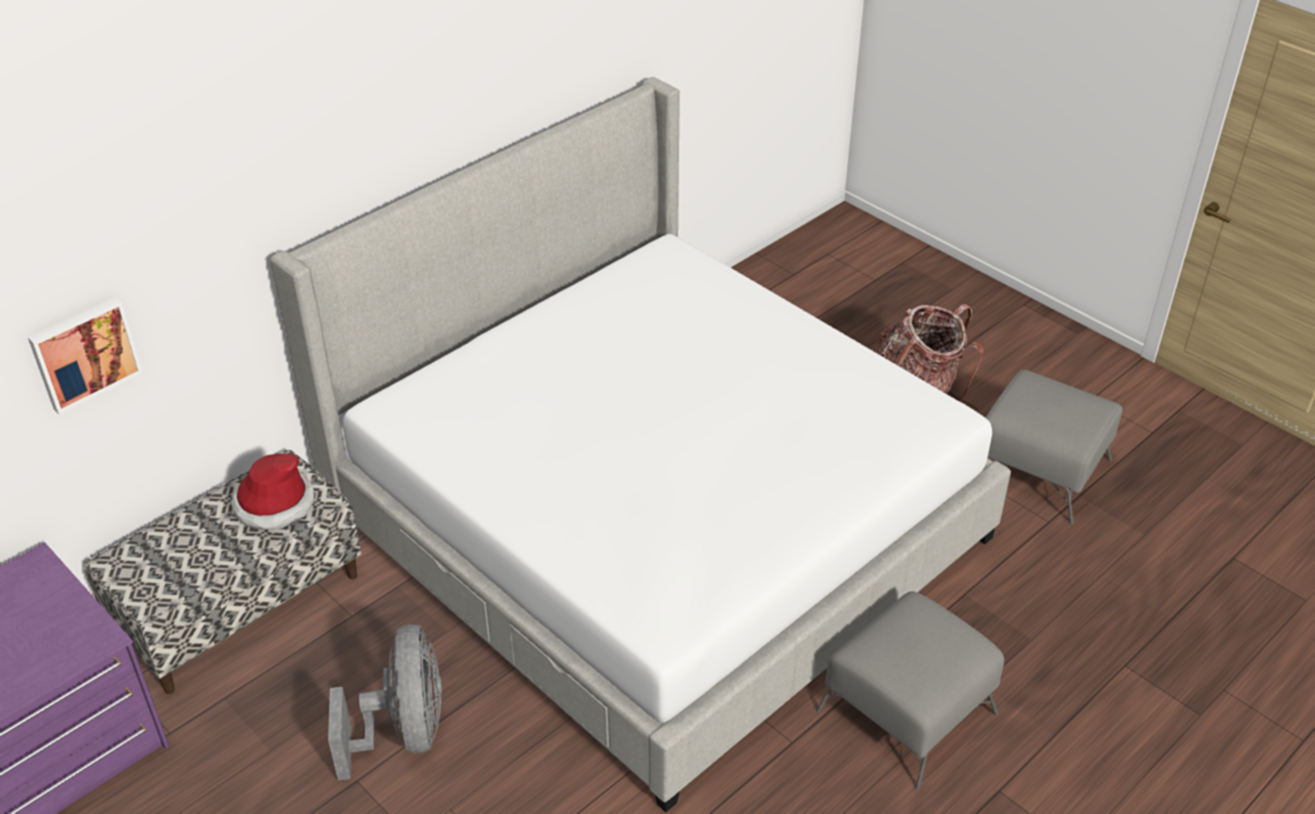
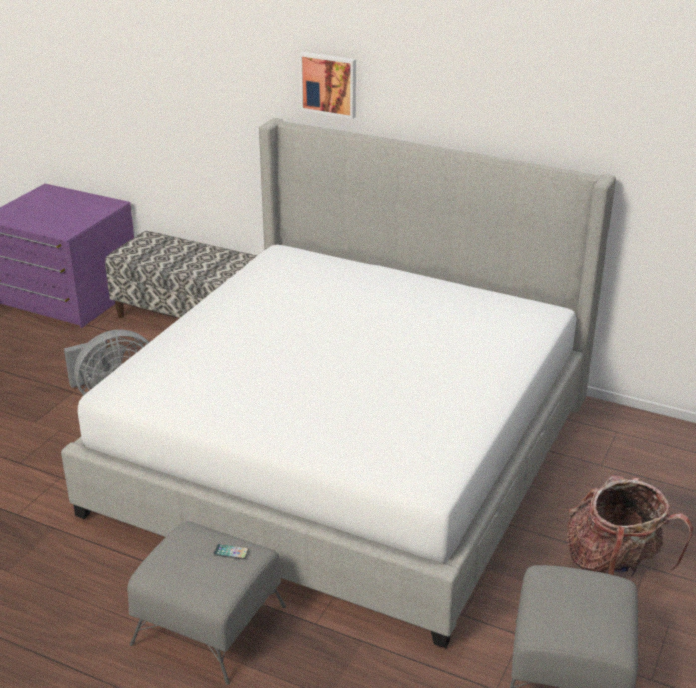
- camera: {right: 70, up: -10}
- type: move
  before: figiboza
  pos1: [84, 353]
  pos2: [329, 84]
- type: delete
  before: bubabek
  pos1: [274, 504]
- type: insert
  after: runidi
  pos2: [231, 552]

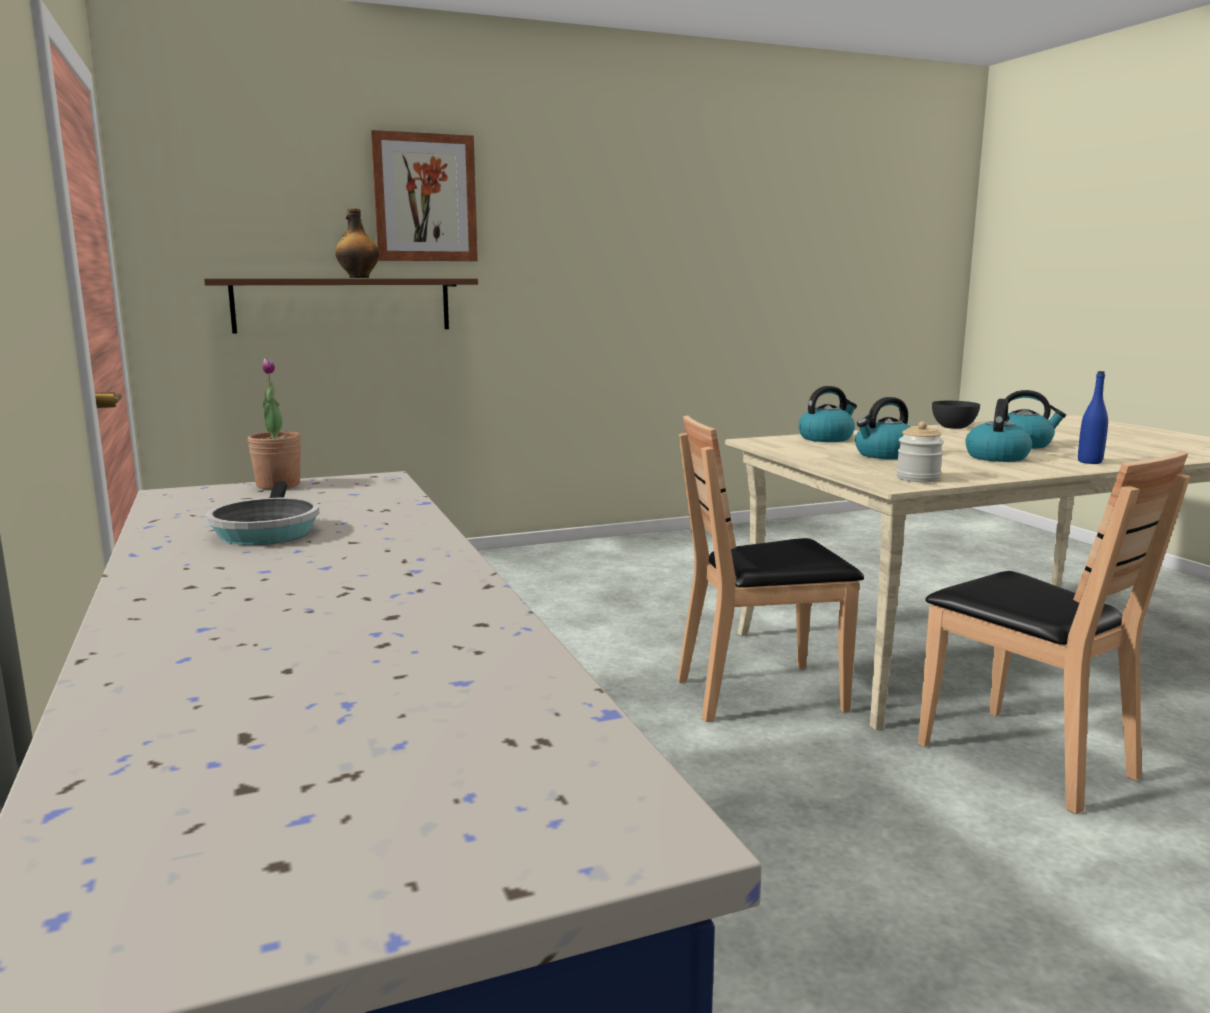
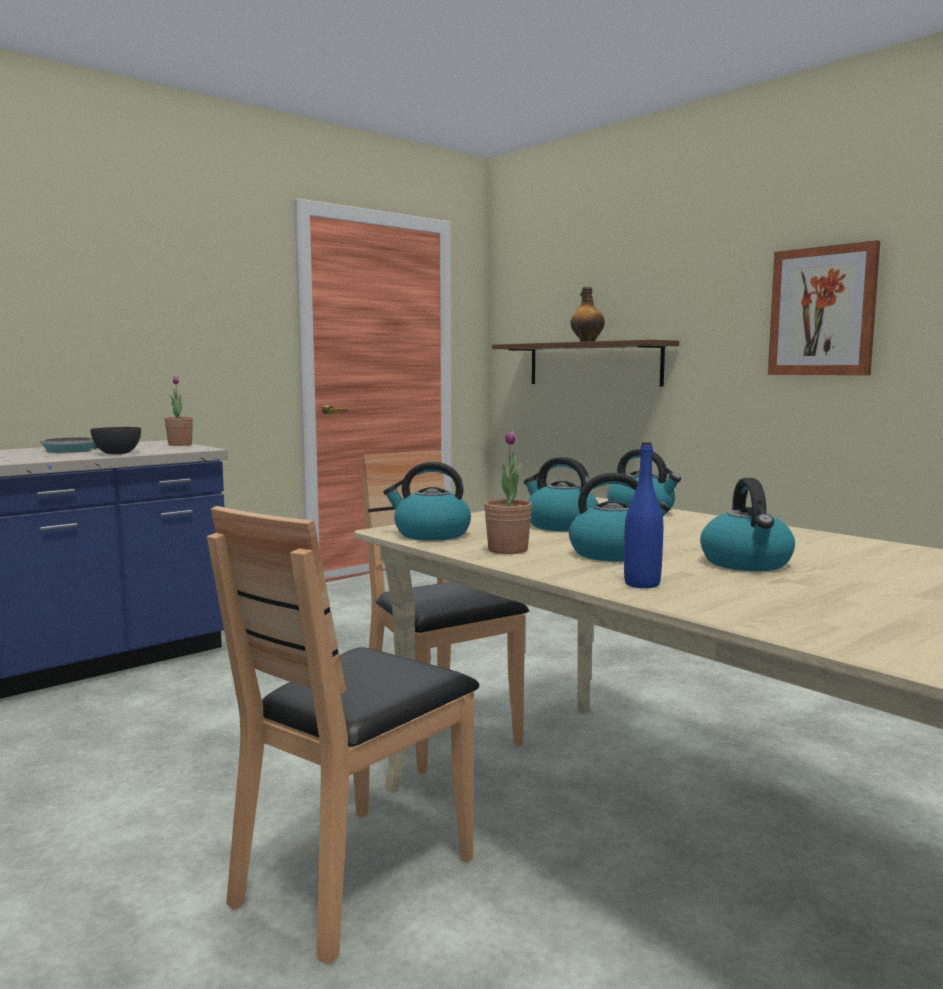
- camera: {right: 70, up: -5}
- type: move
  before: figiboza
  pos1: [425, 198]
  pos2: [822, 311]
- type: replace
  before: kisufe
  after: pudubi
  pos1: [918, 478]
  pos2: [430, 534]
- type: move
  before: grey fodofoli
  pos1: [953, 427]
  pos2: [118, 453]
- type: insert
  after: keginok
  pos2: [507, 550]

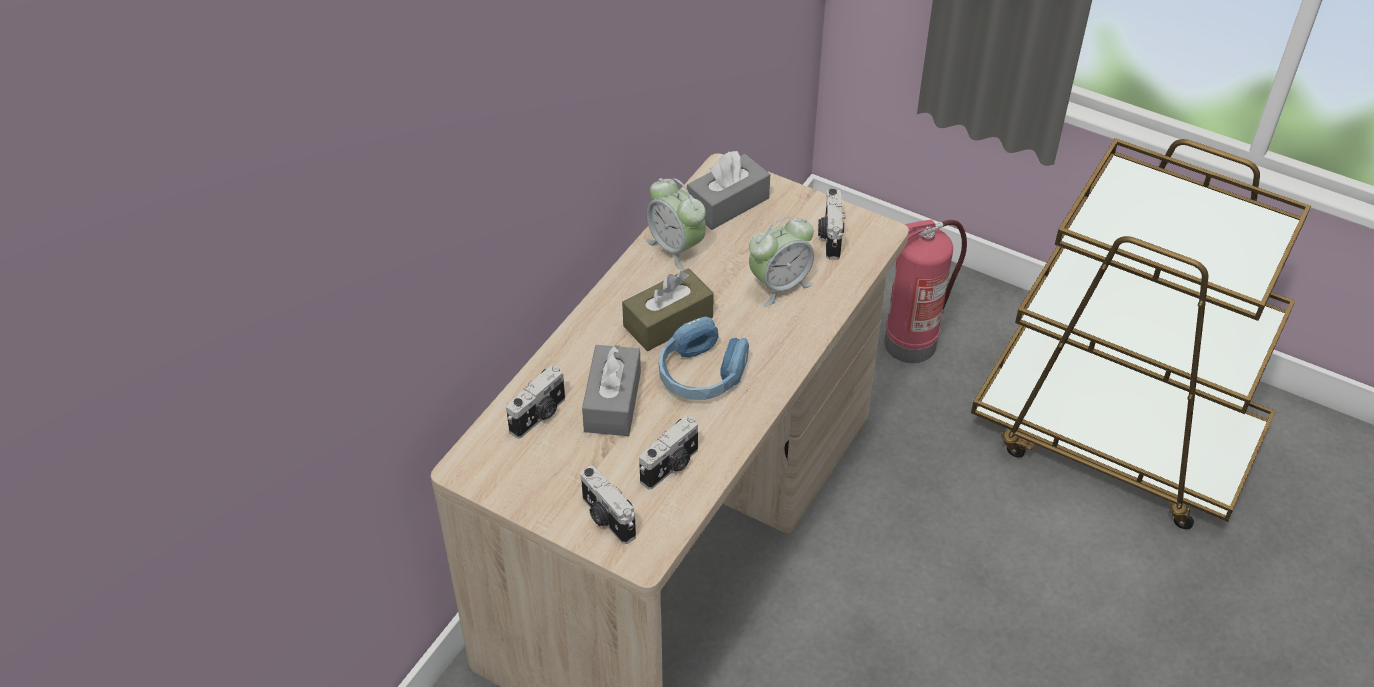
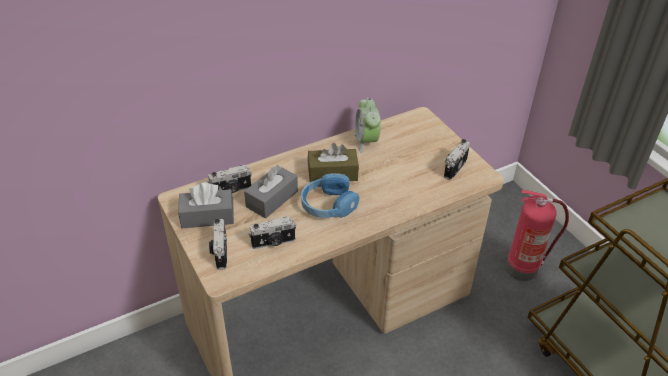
- camera: {right: 30, up: -5}
- type: move
  before: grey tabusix
  pos1: [728, 203]
  pos2: [207, 216]
- type: delete
  before: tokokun
  pos1: [779, 285]

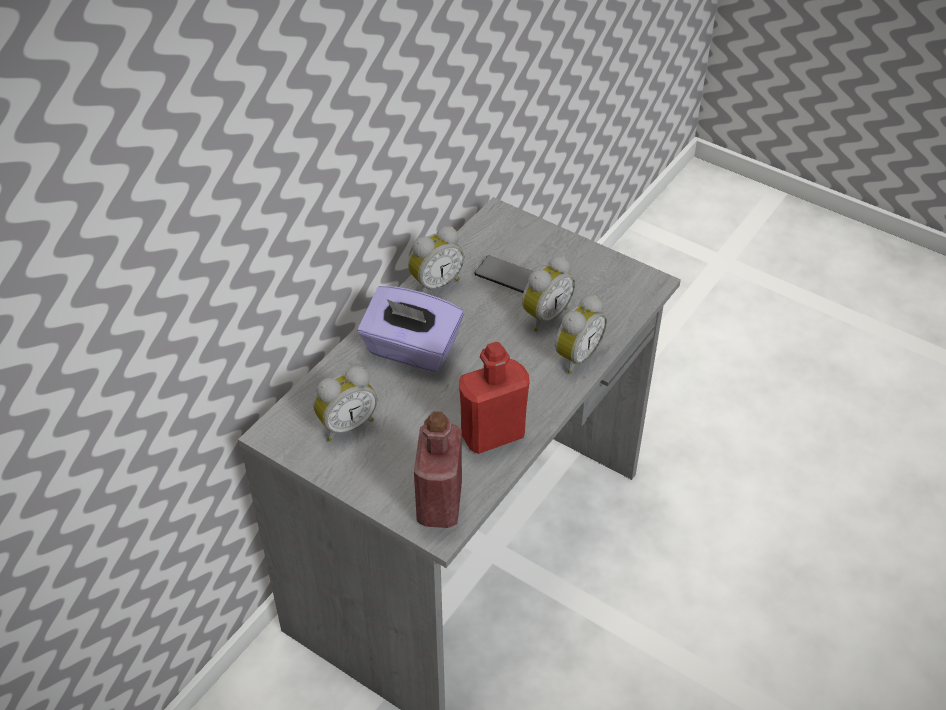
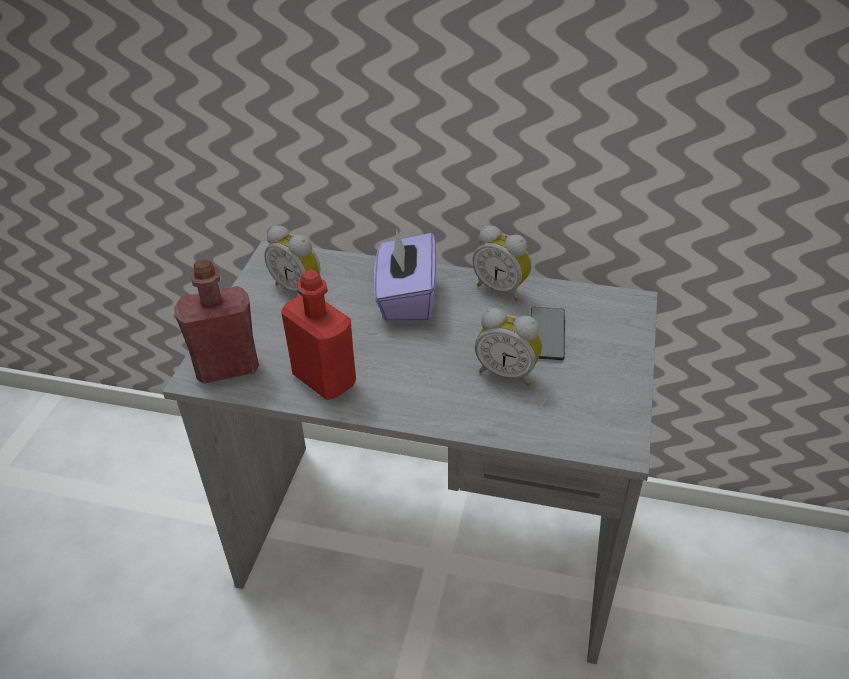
- camera: {right: 70, up: -5}
- type: delete
  before: tokokun
  pos1: [575, 356]

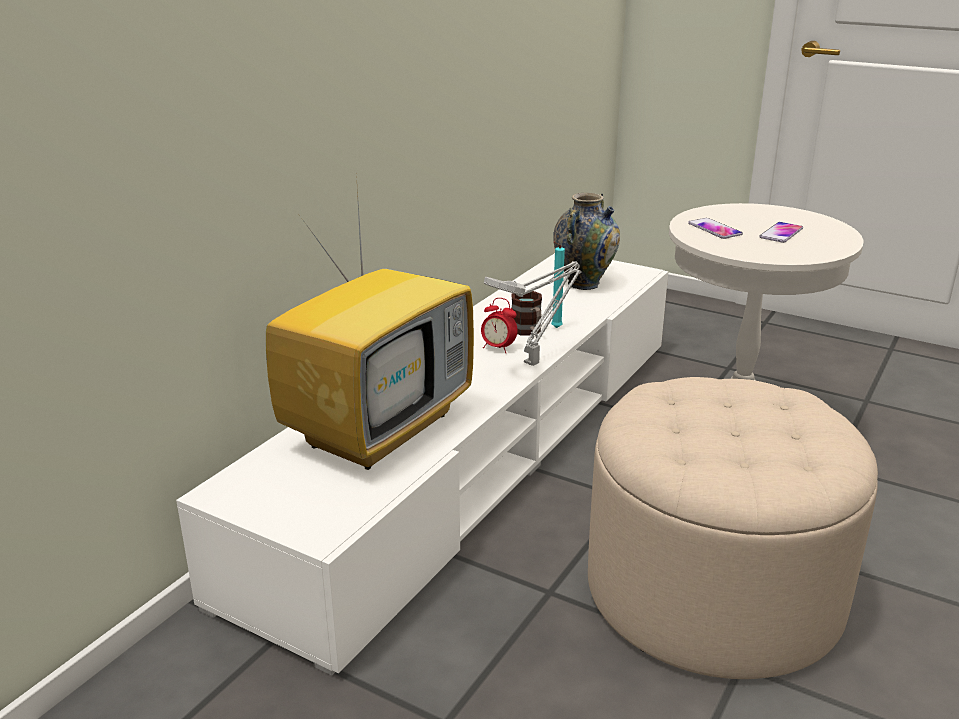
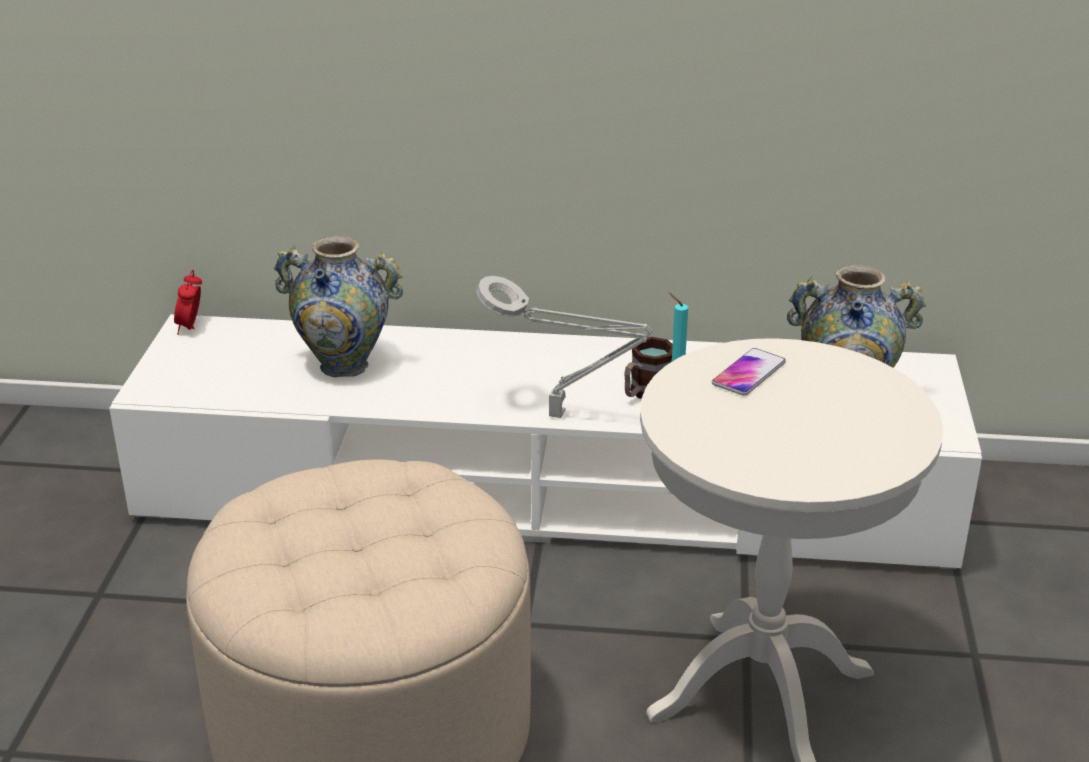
- camera: {right: 65, up: 5}
- type: replace
  before: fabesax
  after: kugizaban
  pos1: [379, 428]
  pos2: [344, 365]
- type: move
  before: tokokun
  pos1: [498, 348]
  pos2: [191, 328]
- type: delete
  before: runidi
  pos1: [781, 233]

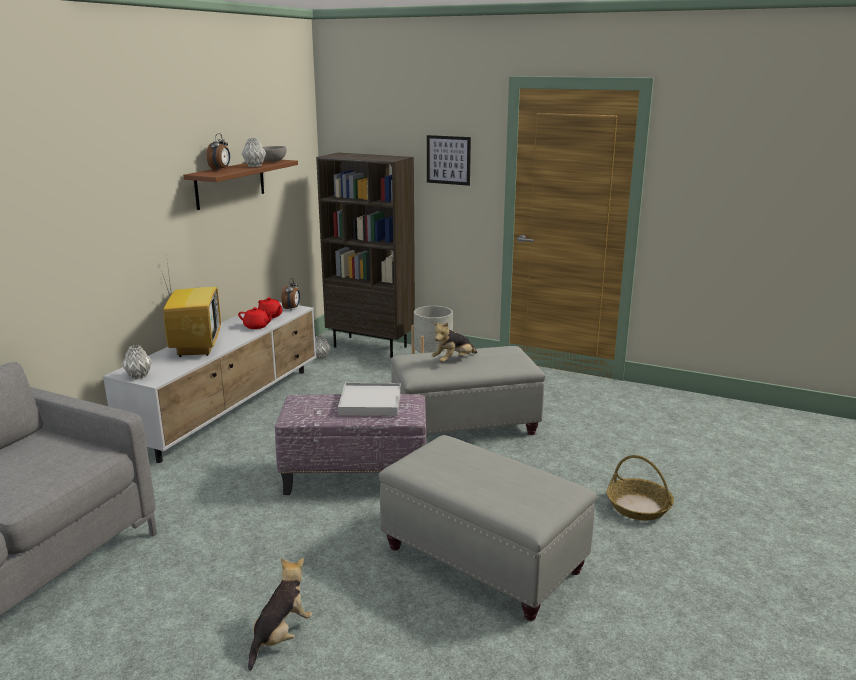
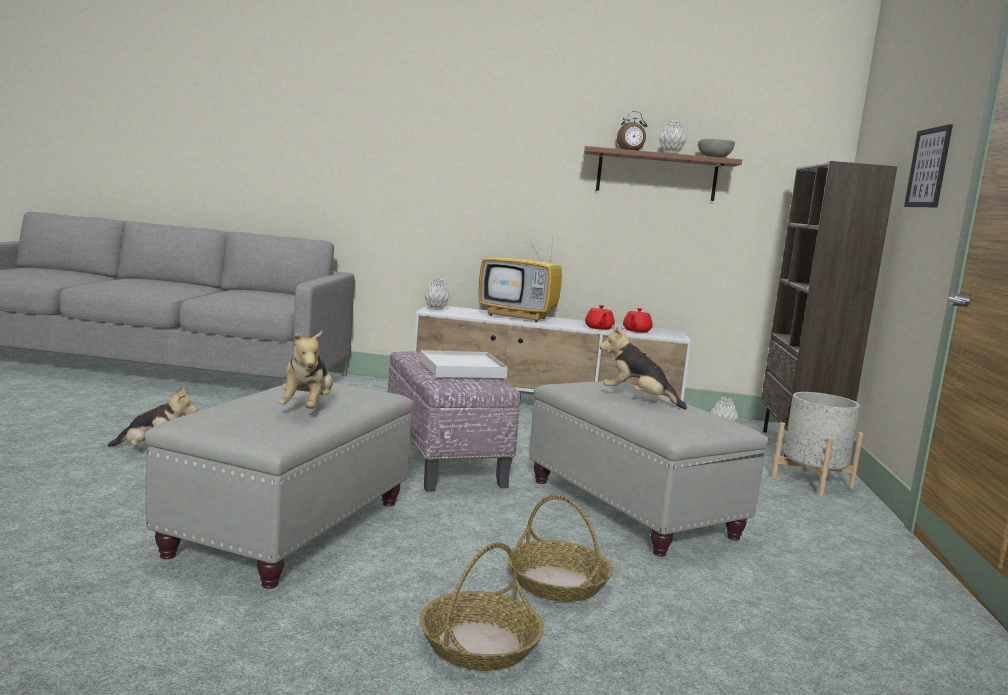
- camera: {right: 70, up: -10}
- type: rotate
  before: fabesax
  pos1: [195, 347]
  pos2: [519, 317]
  turn: 45
- type: delete
  before: tokokun
  pos1: [292, 308]
- type: insert
  after: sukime
  pos2: [307, 408]
- type: insert
  after: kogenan
  pos2: [558, 583]

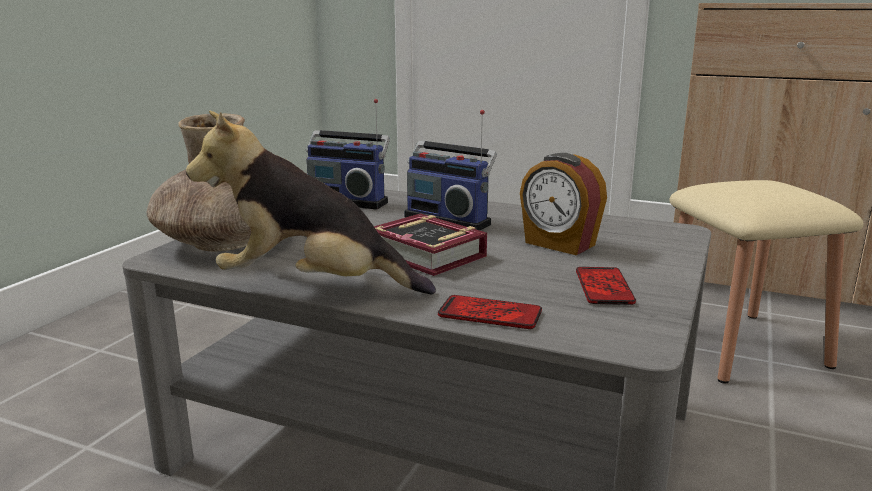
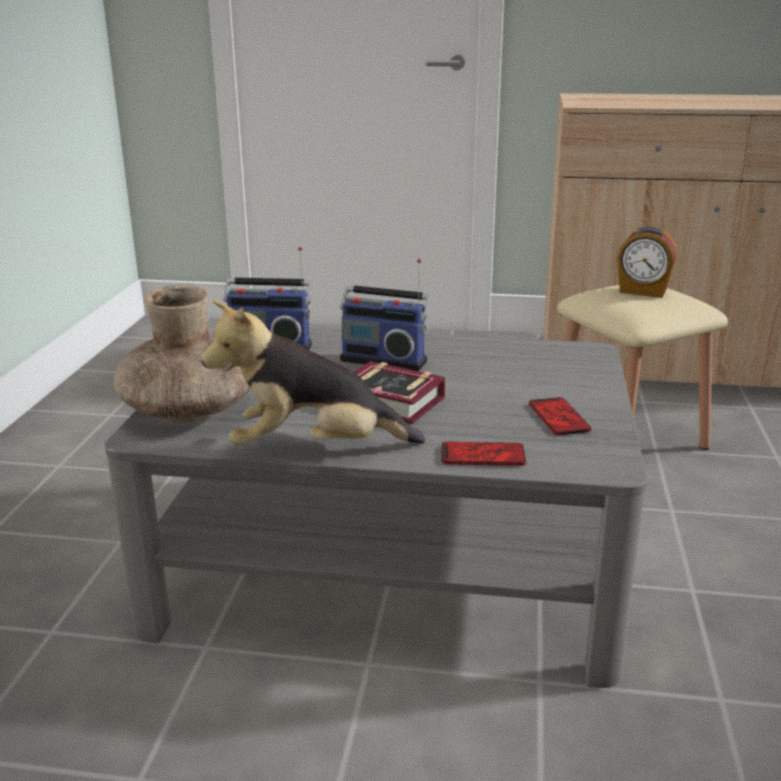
- camera: {right: -15, up: 5}
- type: move
  before: tokokun
  pos1: [559, 244]
  pos2: [643, 291]

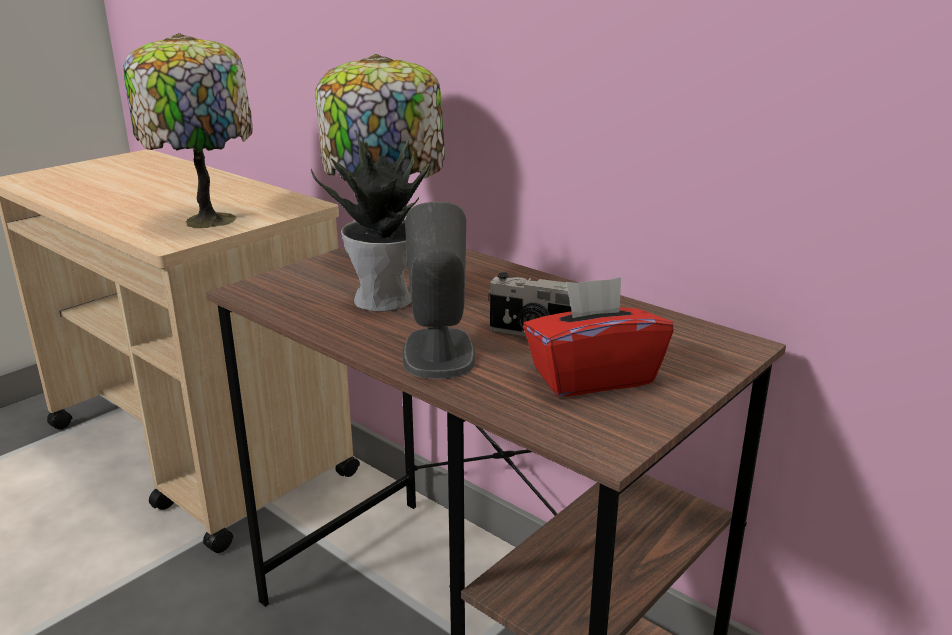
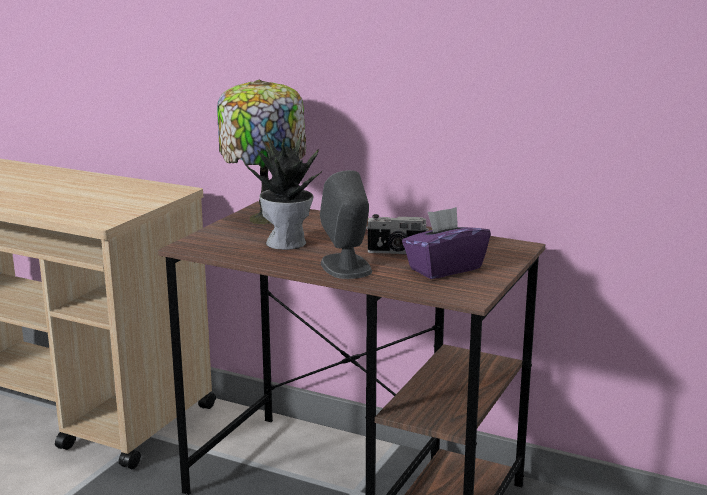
- camera: {right: -15, up: -5}
- type: delete
  before: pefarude
  pos1: [207, 219]
- type: recolor
  before: red tabusix
  after: purple tabusix
  pos1: [592, 377]
  pos2: [444, 268]

